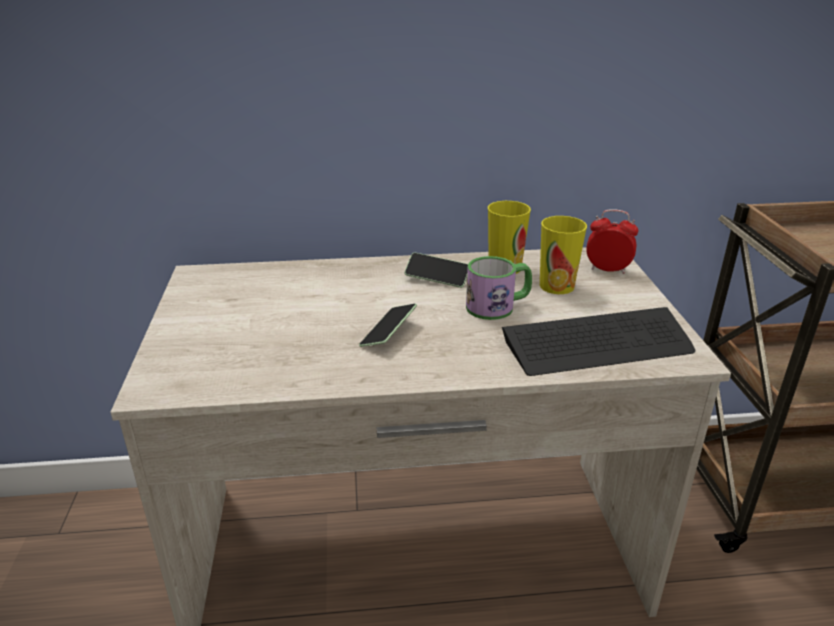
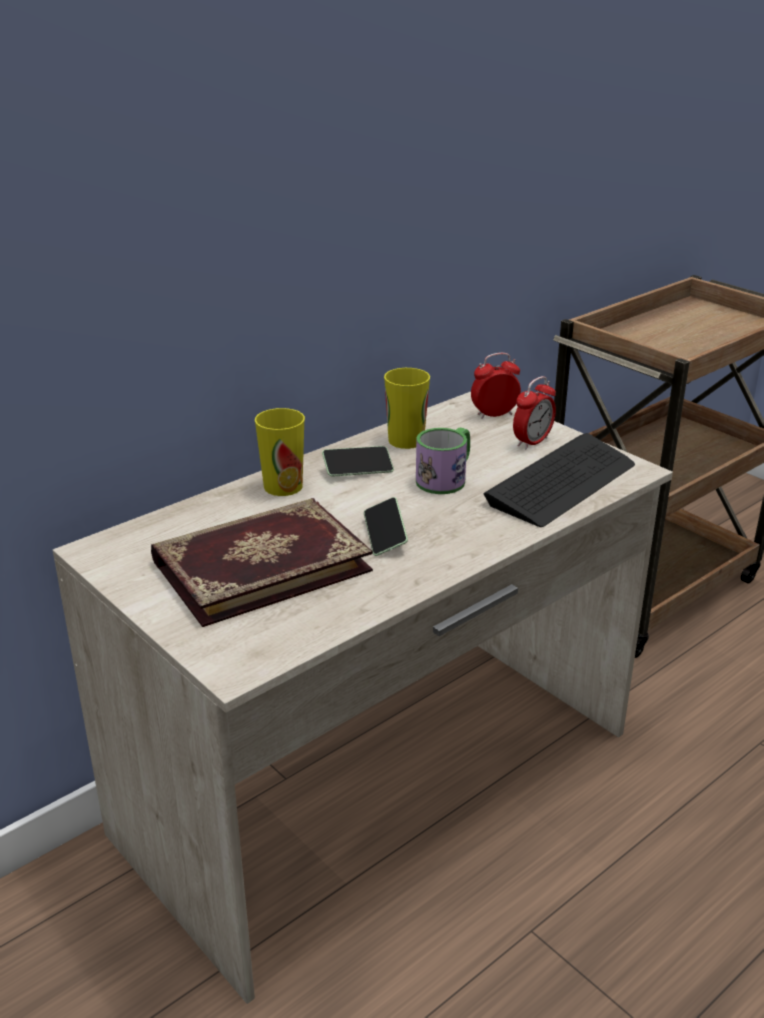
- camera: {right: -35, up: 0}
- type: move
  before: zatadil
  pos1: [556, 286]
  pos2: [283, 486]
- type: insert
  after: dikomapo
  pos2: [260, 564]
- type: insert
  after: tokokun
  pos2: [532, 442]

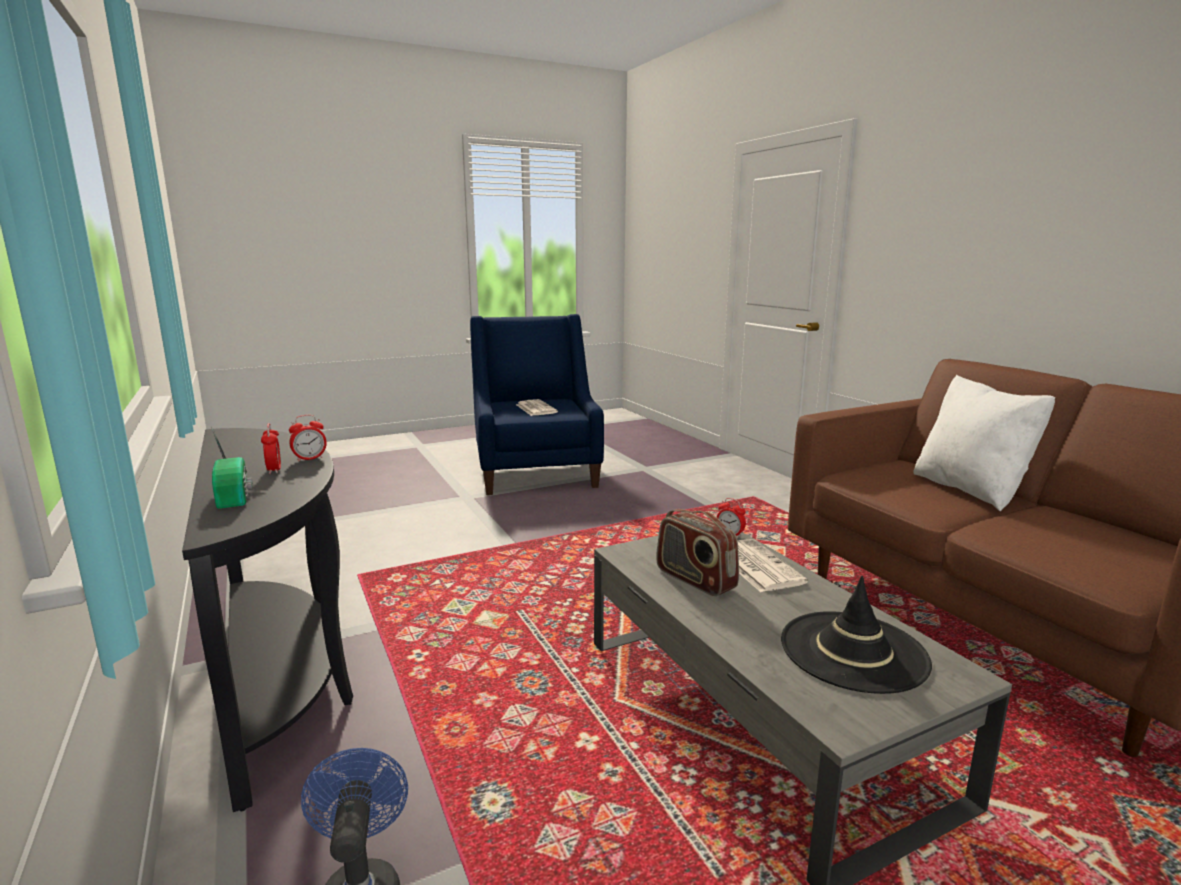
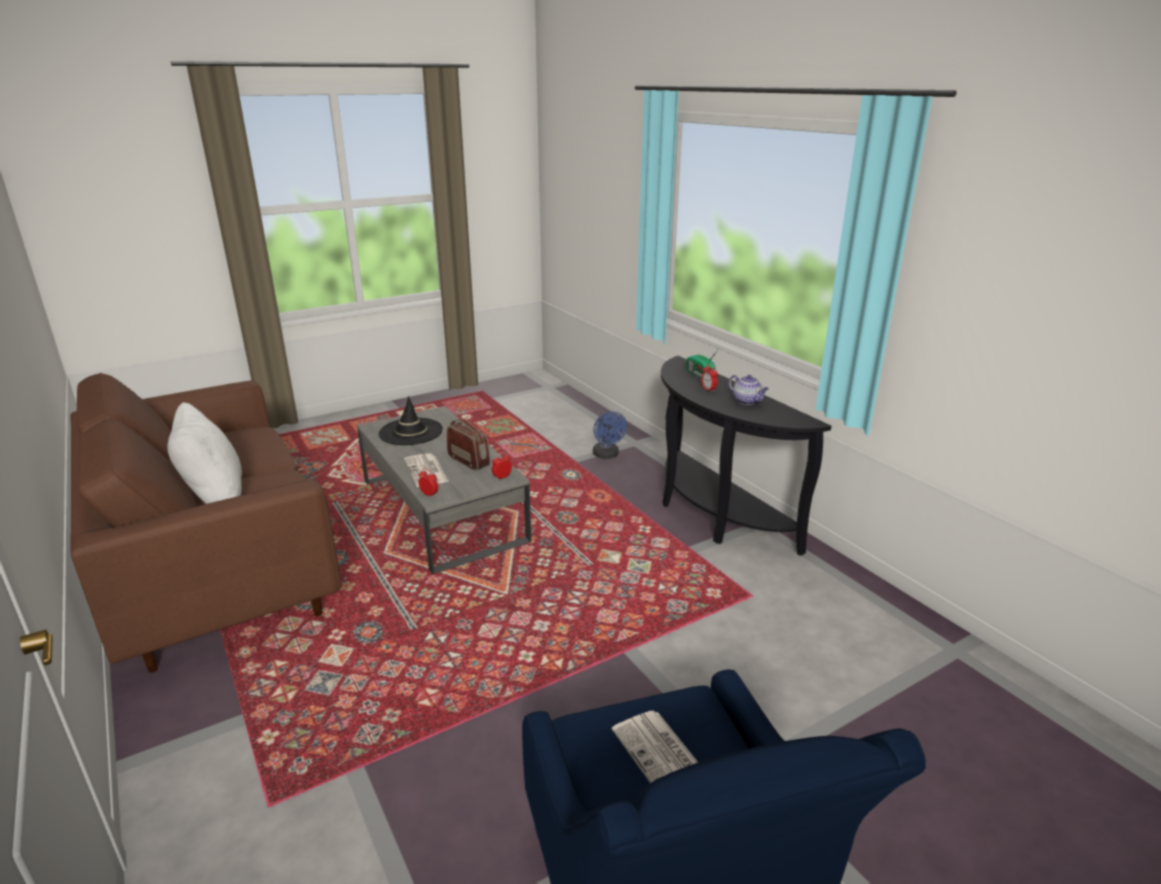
- camera: {right: 175, up: 10}
- type: move
  before: tokokun
  pos1: [310, 459]
  pos2: [502, 477]
- type: insert
  after: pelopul
  pos2: [747, 401]

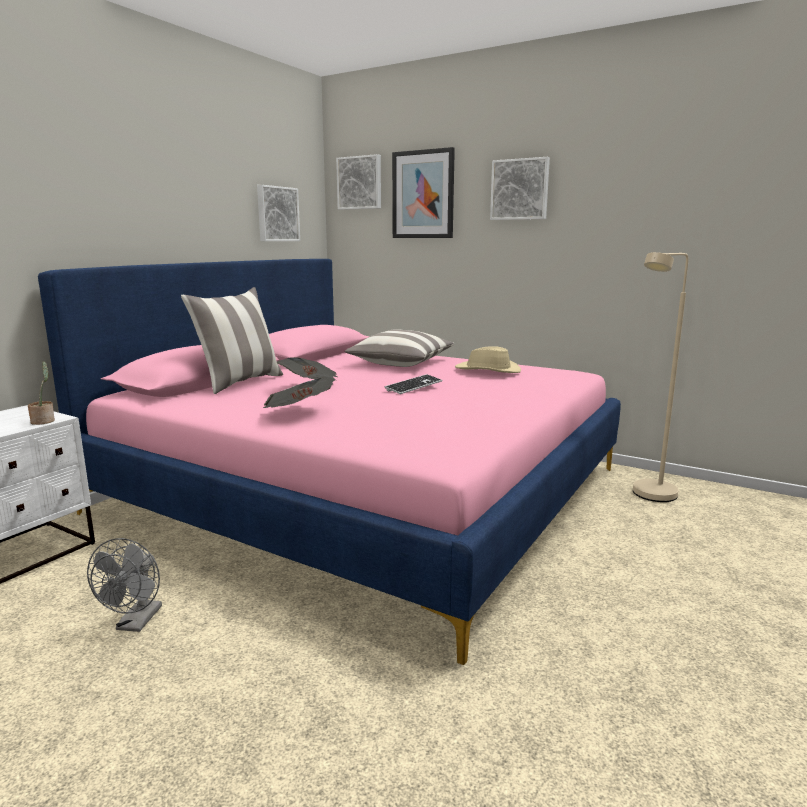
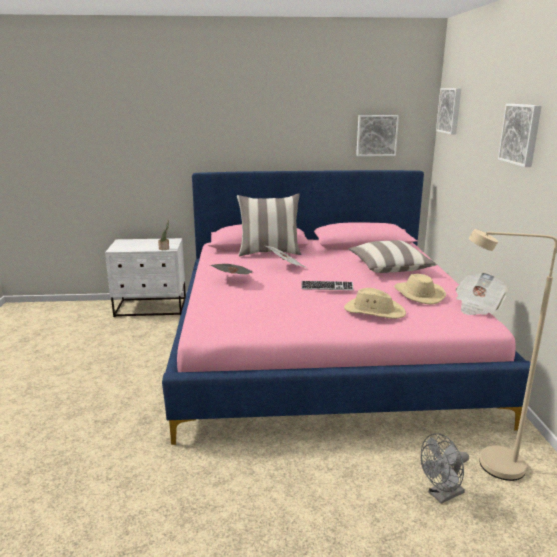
- camera: {right: 55, up: 5}
- type: move
  before: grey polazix
  pos1: [136, 623]
  pos2: [442, 495]
- type: delete
  before: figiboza
  pos1: [423, 194]
- type: insert
  after: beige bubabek
  pos2: [374, 311]
- type: insert
  after: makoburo
  pos2: [477, 307]

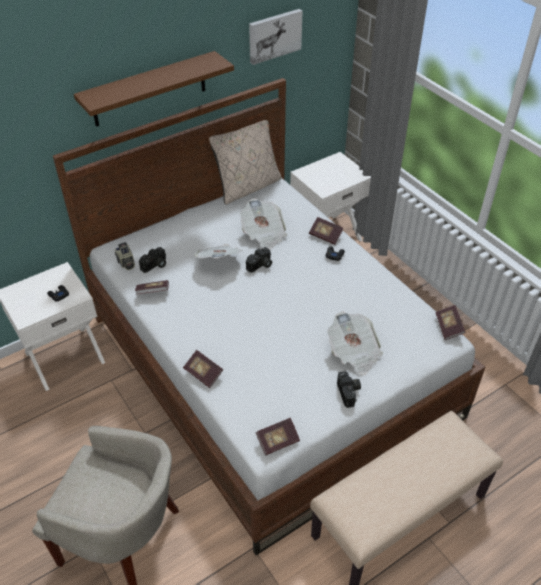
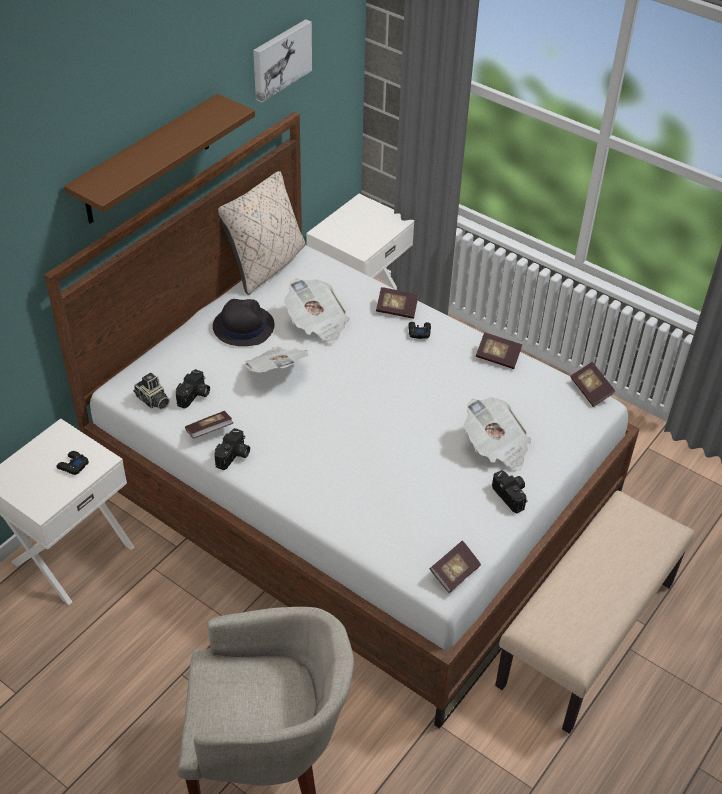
- camera: {right: -20, up: 0}
- type: move
  before: dikomapo
  pos1: [203, 373]
  pos2: [497, 357]
- type: move
  before: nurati
  pos1: [260, 266]
  pos2: [234, 456]
- type: insert
  after: black bubabek
  pos2: [243, 326]

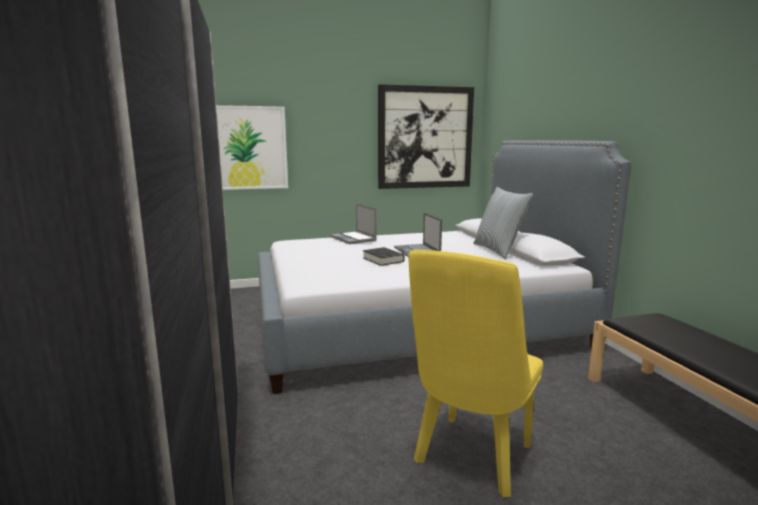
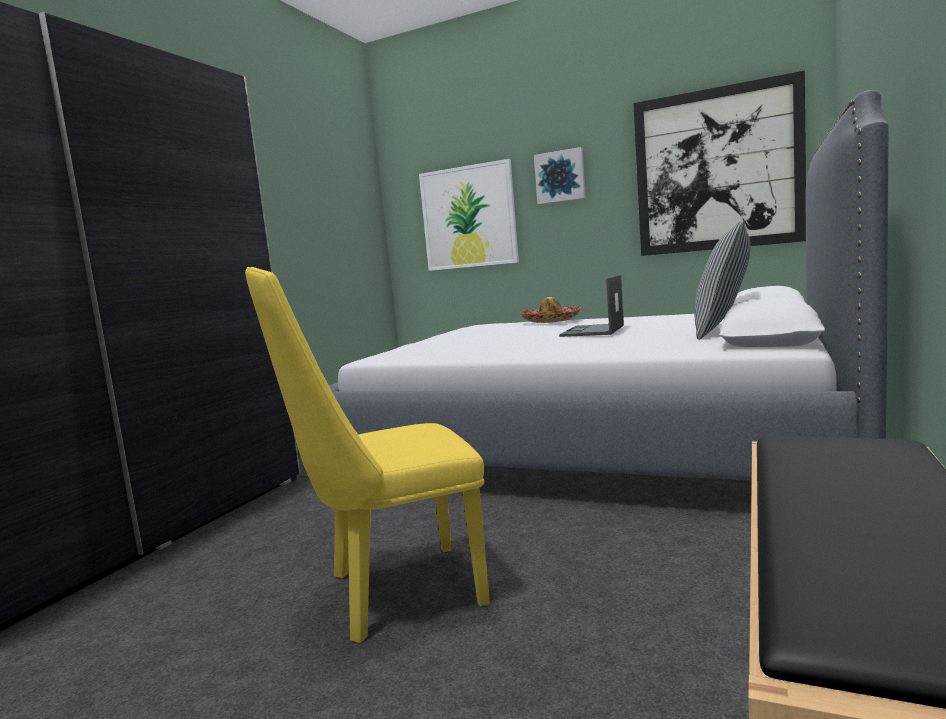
- camera: {right: 40, up: -5}
- type: replace
  before: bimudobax
  after: bubabek
  pos1: [354, 239]
  pos2: [550, 321]
- type: delete
  before: black dikomapo
  pos1: [383, 260]
- type: insert
  after: figiboza
  pos2: [560, 176]

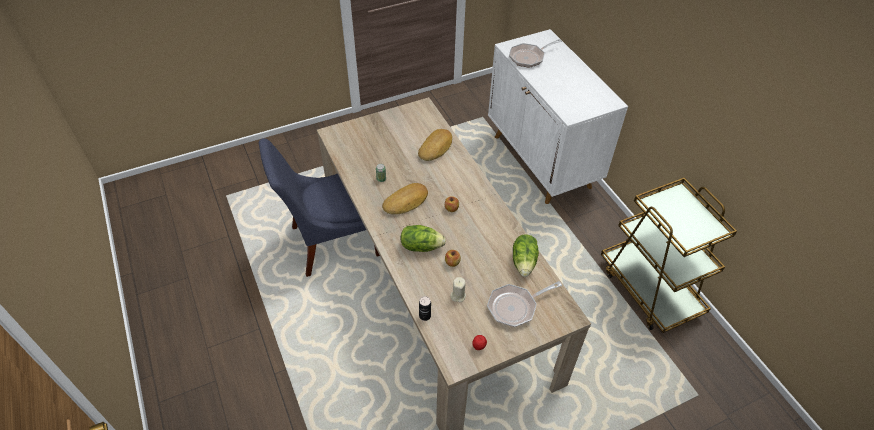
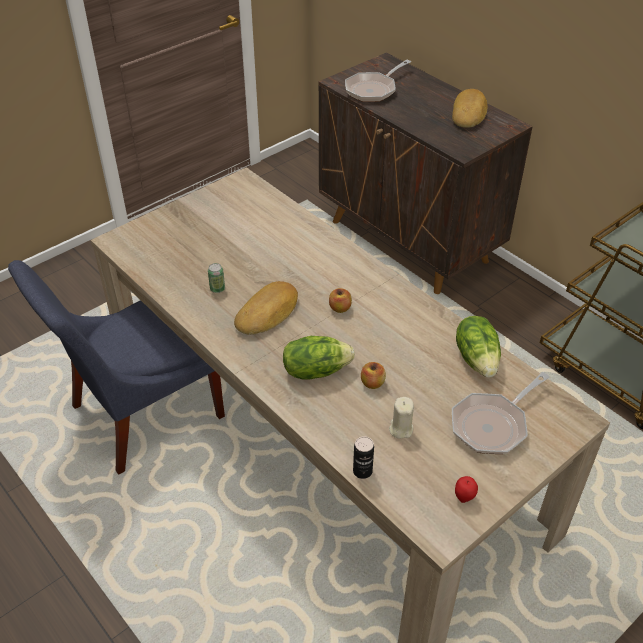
- camera: {right: -15, up: -5}
- type: move
  before: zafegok
  pos1: [436, 148]
  pos2: [469, 113]
- type: recolor
  before: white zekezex
  after: brown zekezex
  pos1: [542, 162]
  pos2: [409, 242]

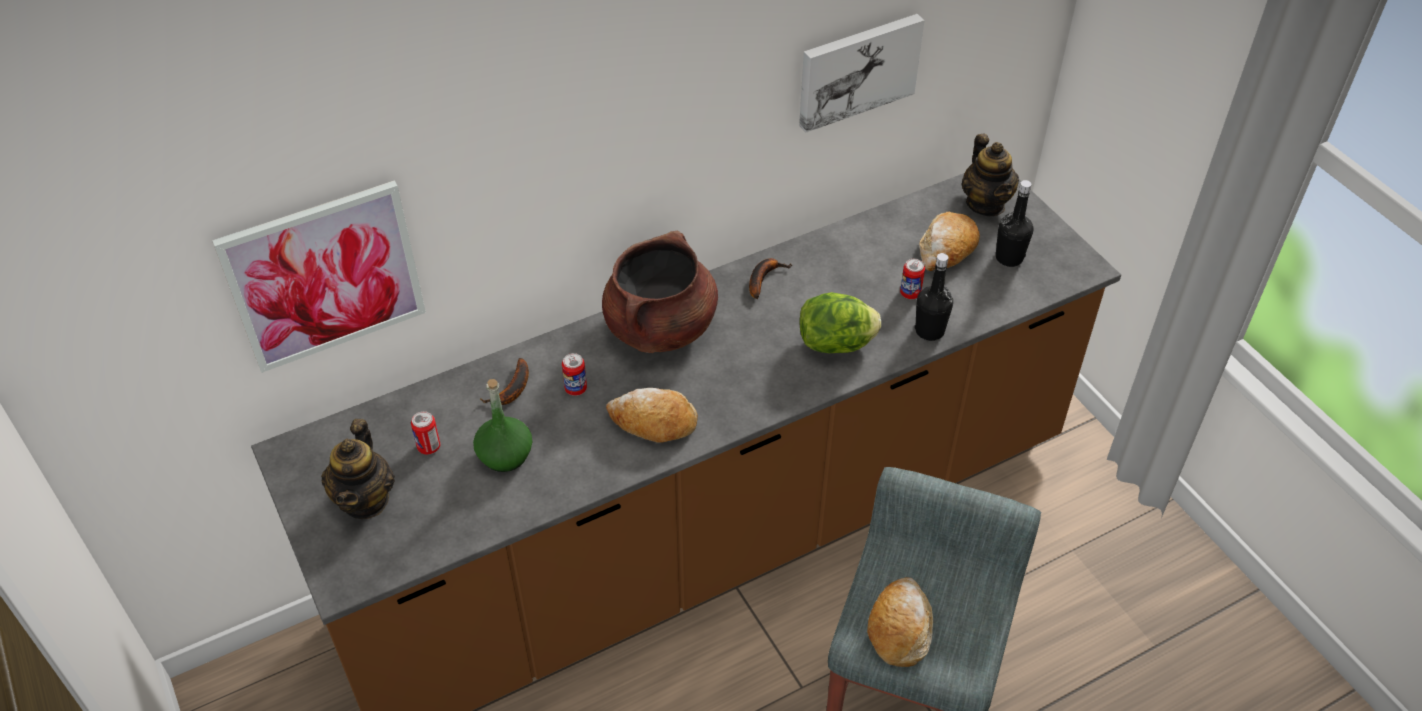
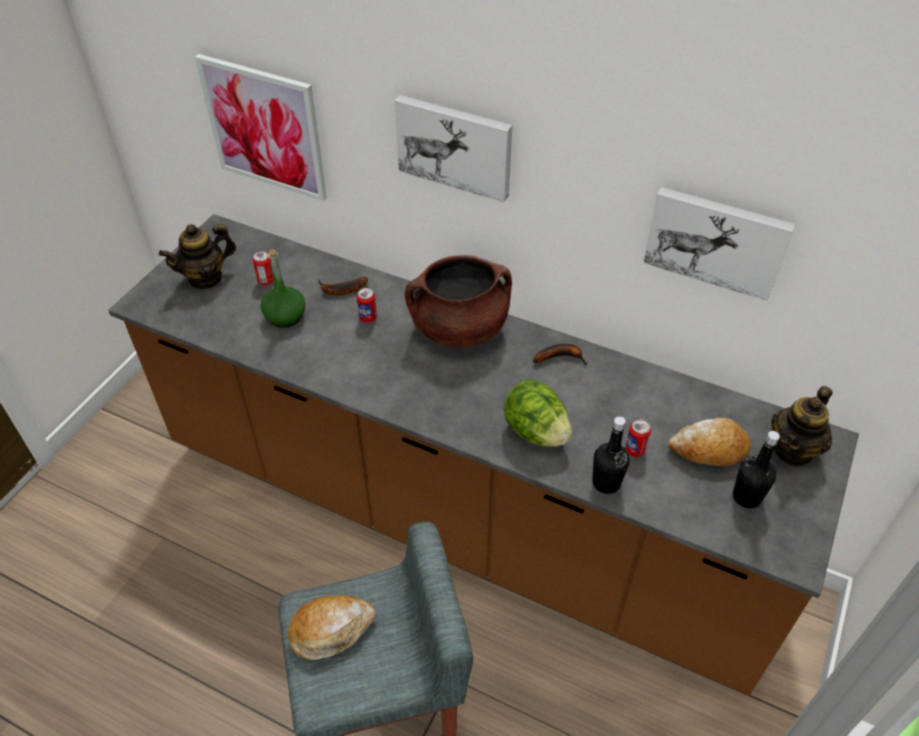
- camera: {right: 55, up: 0}
- type: delete
  before: zafegok
  pos1: [653, 423]
- type: insert
  after: figiboza
  pos2: [455, 146]

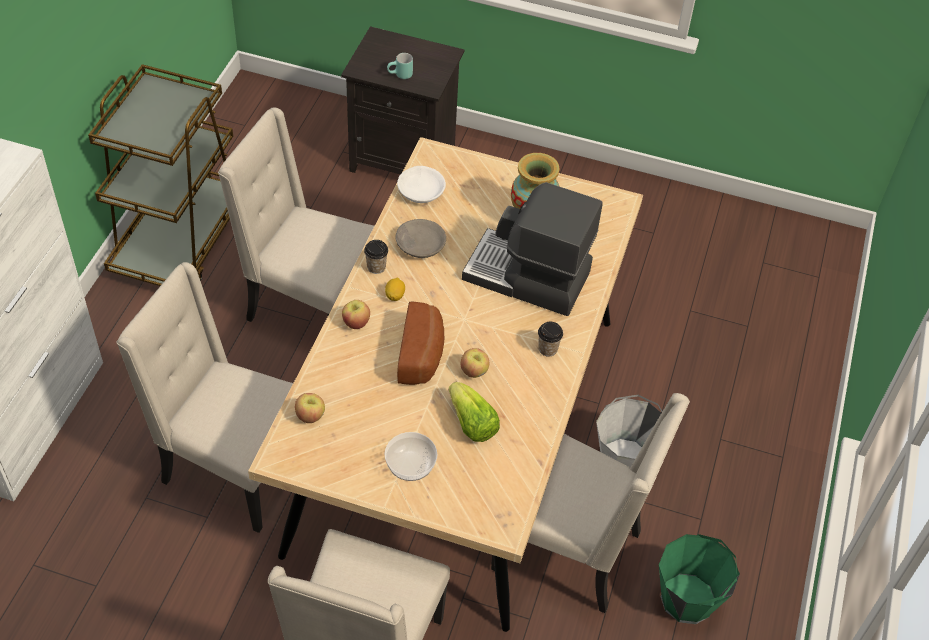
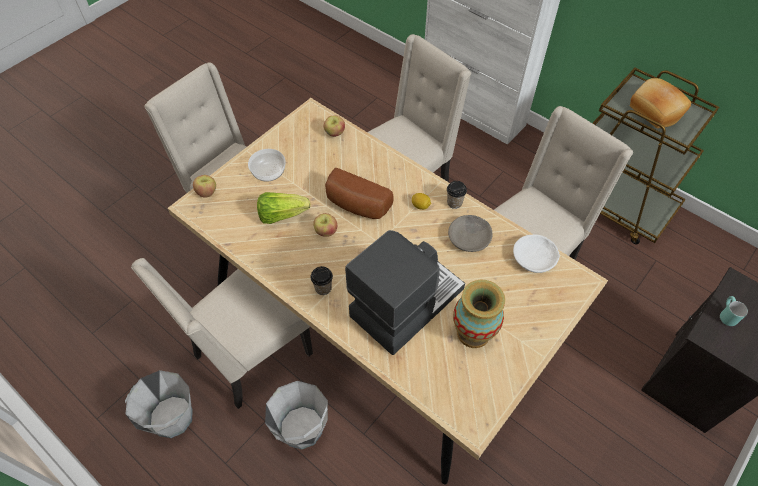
- camera: {right: 115, up: 5}
- type: move
  before: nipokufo
  pos1: [356, 322]
  pos2: [207, 192]
- type: recolor
  before: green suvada
  after: grey suvada
  pos1: [688, 600]
  pos2: [171, 417]
- type: insert
  after: zafegok
  pos2: [655, 111]

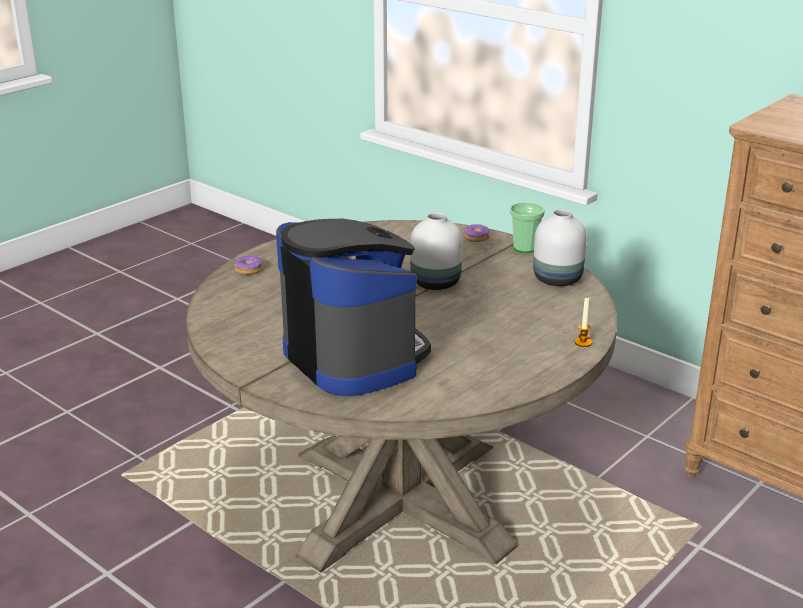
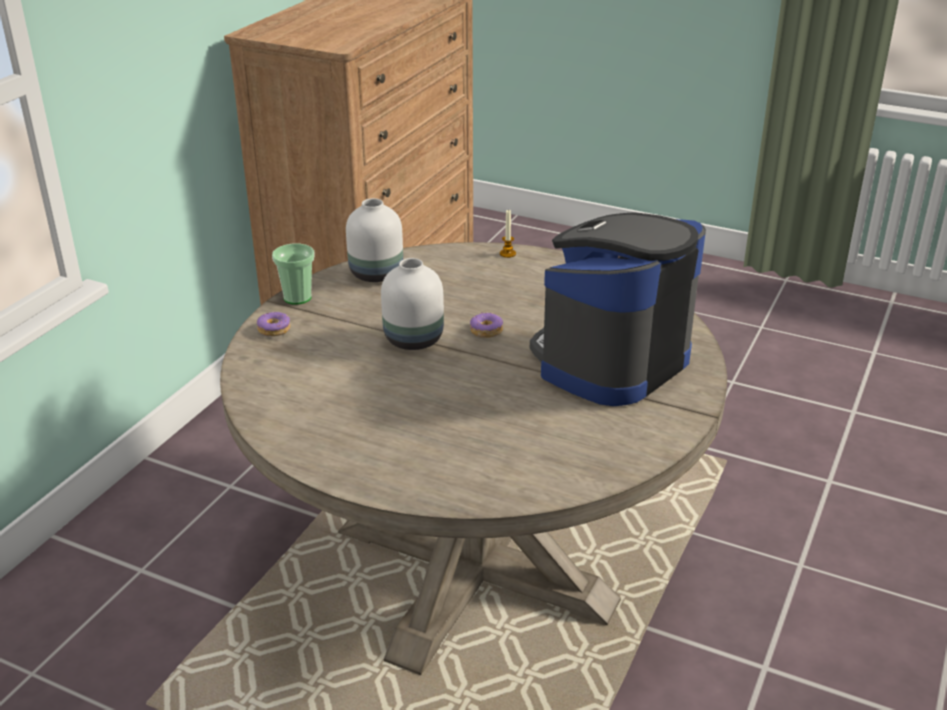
- camera: {right: -105, up: 5}
- type: move
  before: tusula
  pos1: [248, 270]
  pos2: [486, 331]

